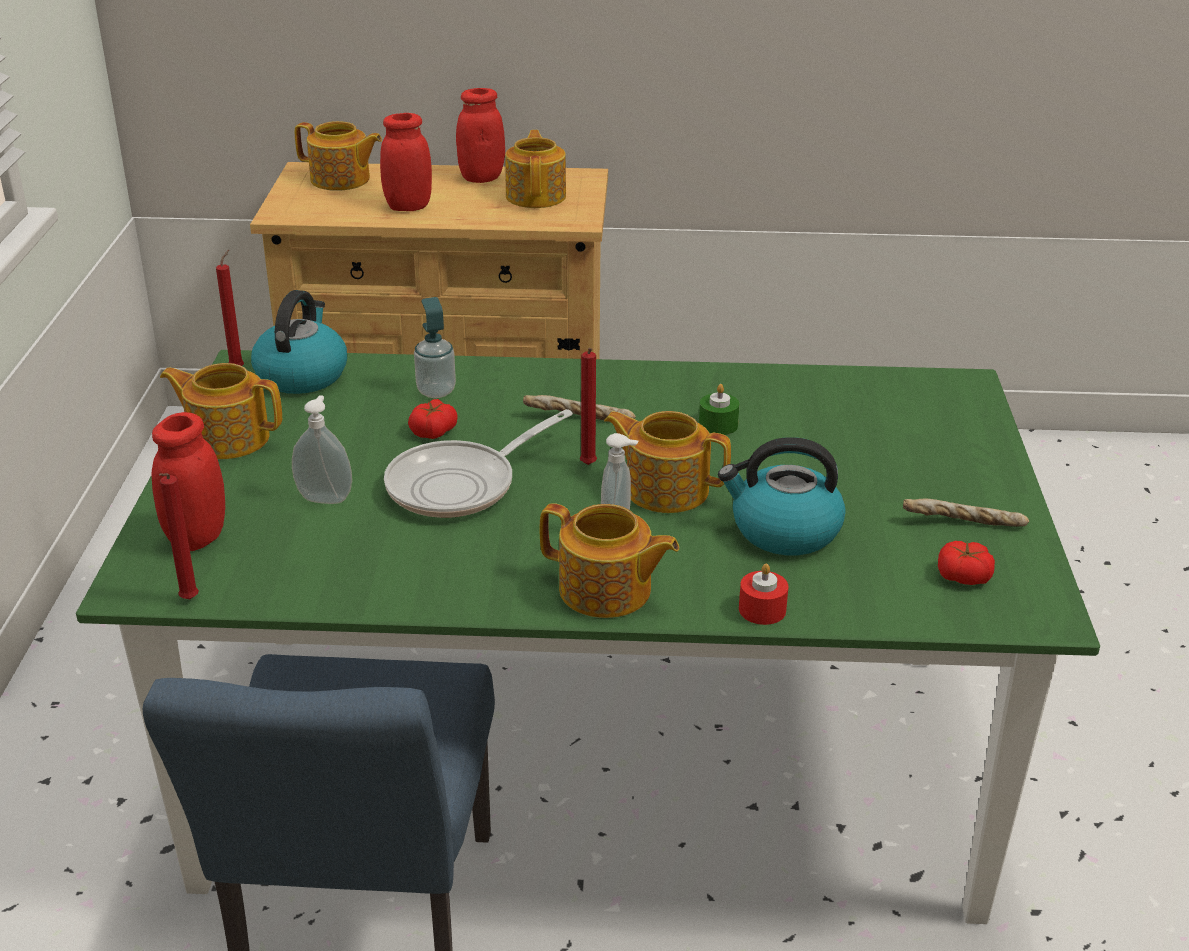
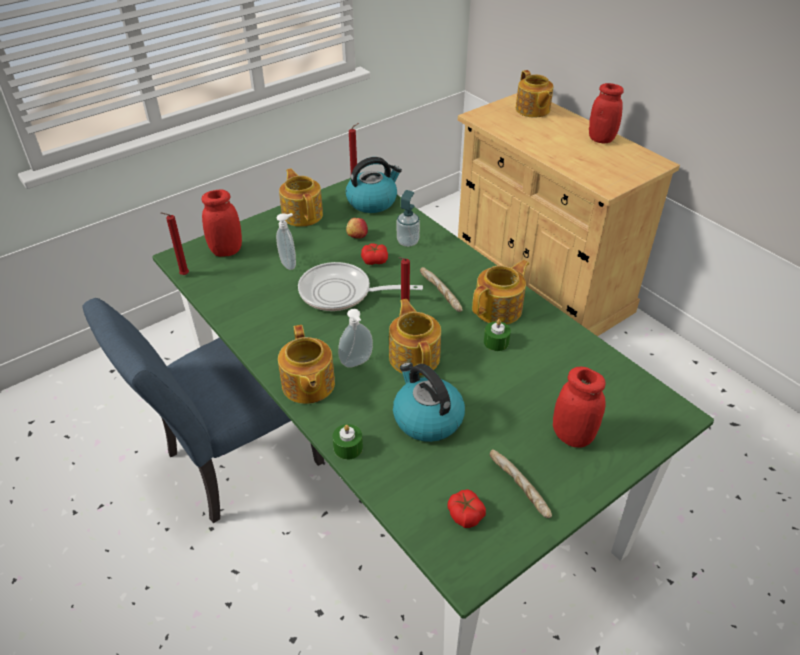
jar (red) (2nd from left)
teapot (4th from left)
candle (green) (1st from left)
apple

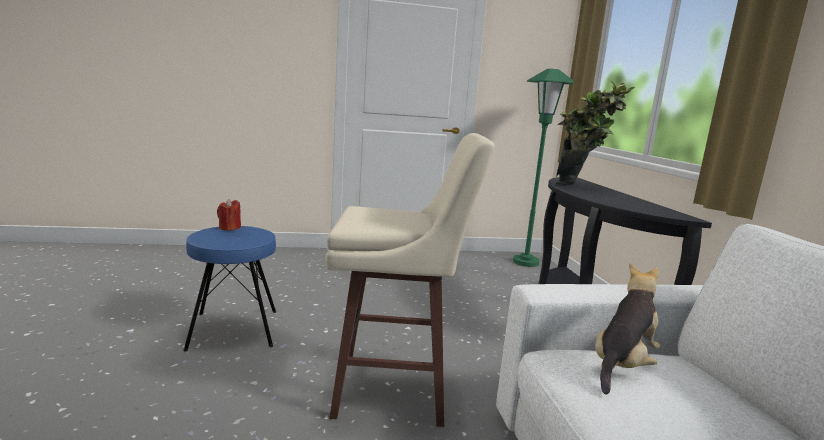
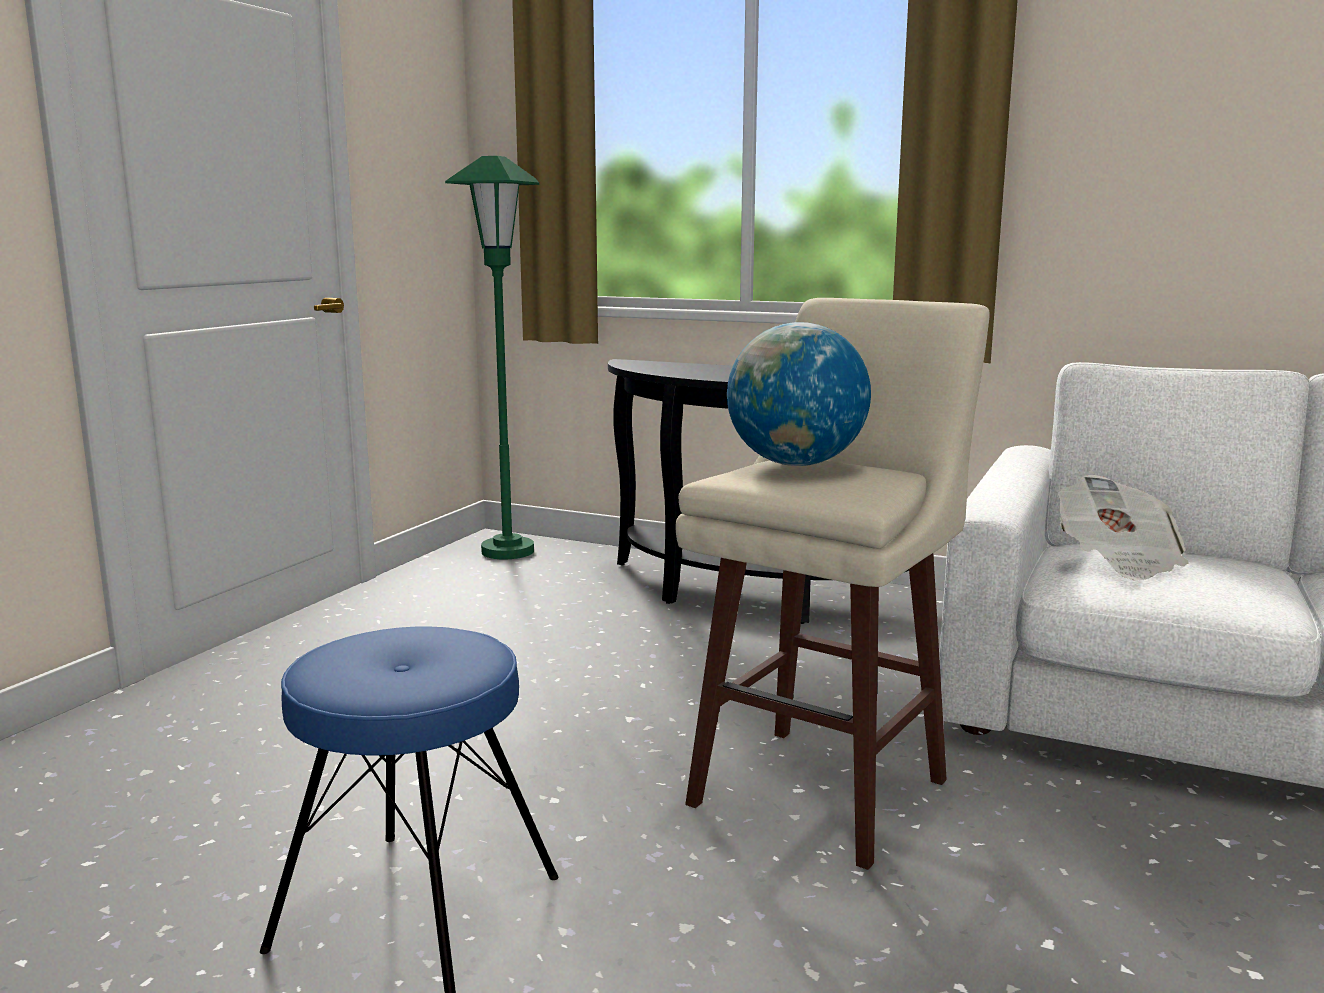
candle (red)
potted plant
newspaper
globe

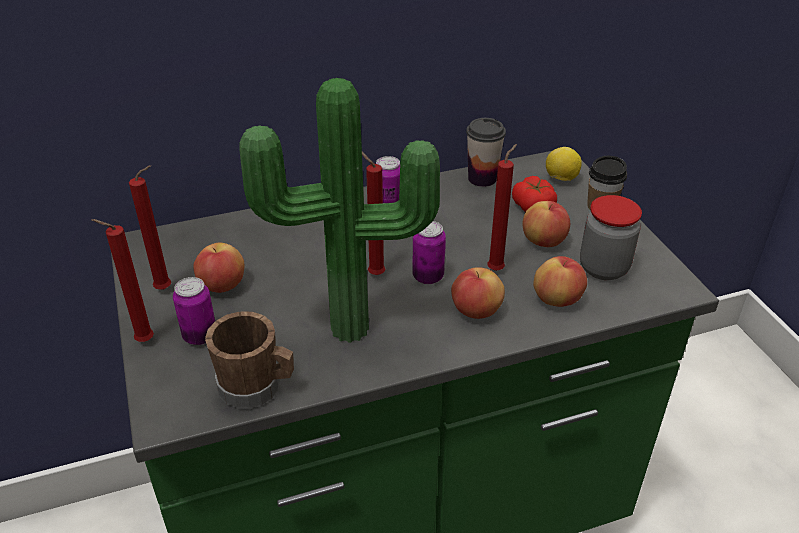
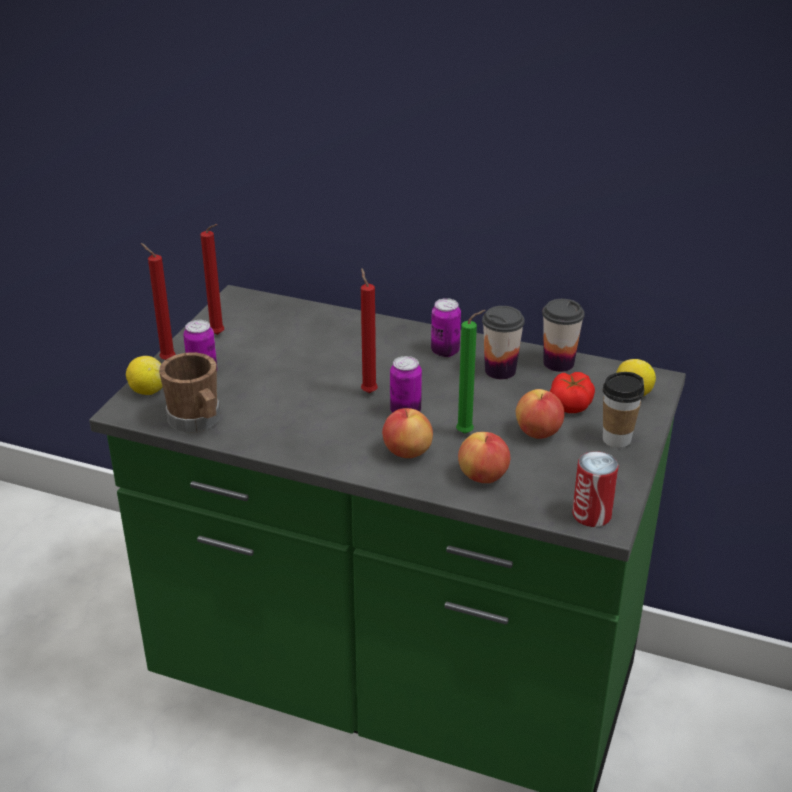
apple (1st from left in the first image)
potted plant
candle (green)
jar
lemon (1st from left)
cup (1st from left)
can (4th from left)

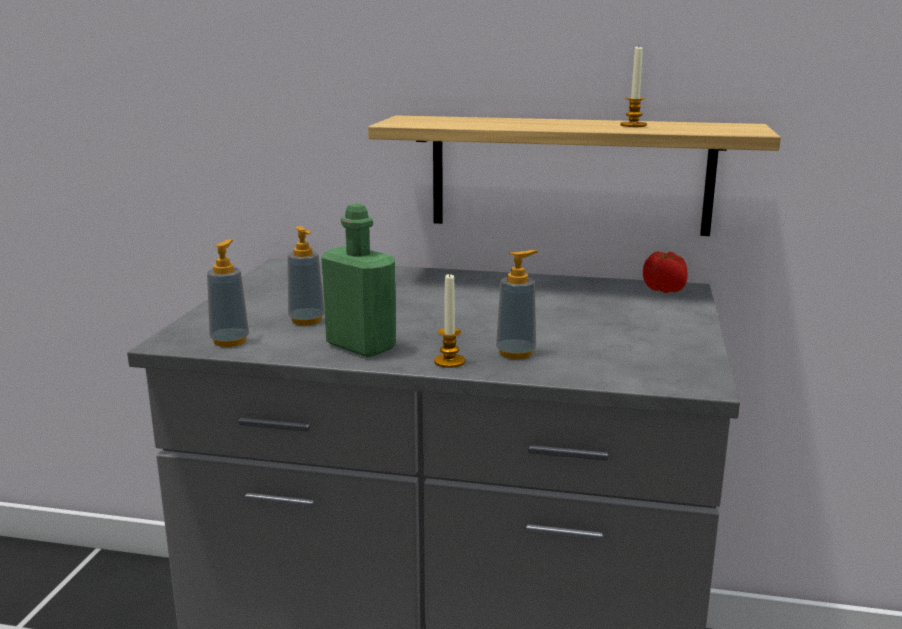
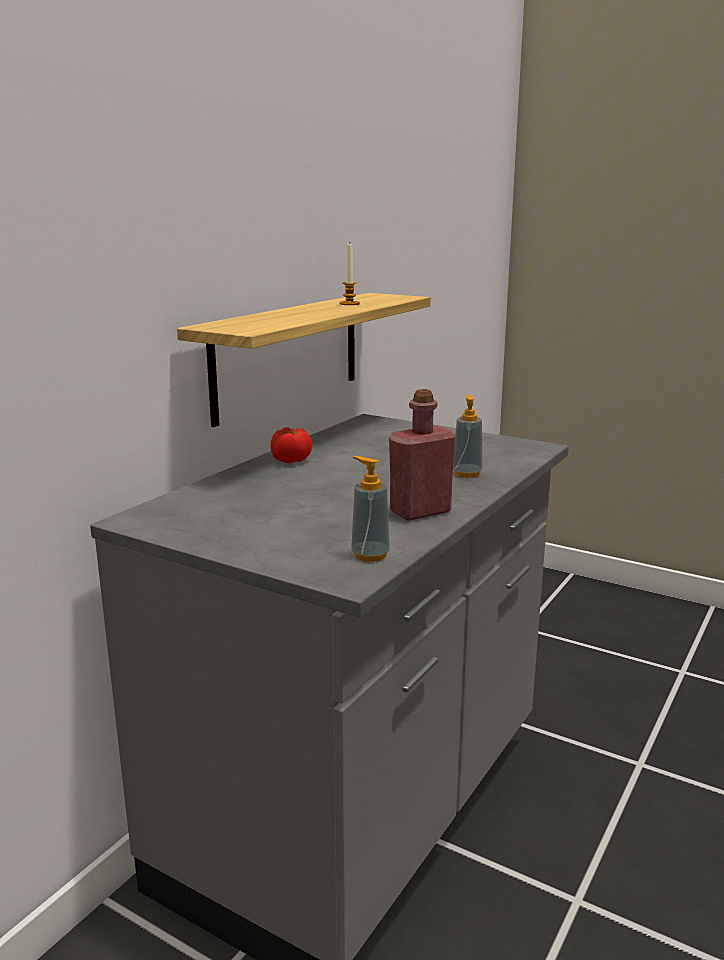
soap dispenser (2nd from left in the first image)
bottle (red)
candle (1st from left in the first image)
tomato

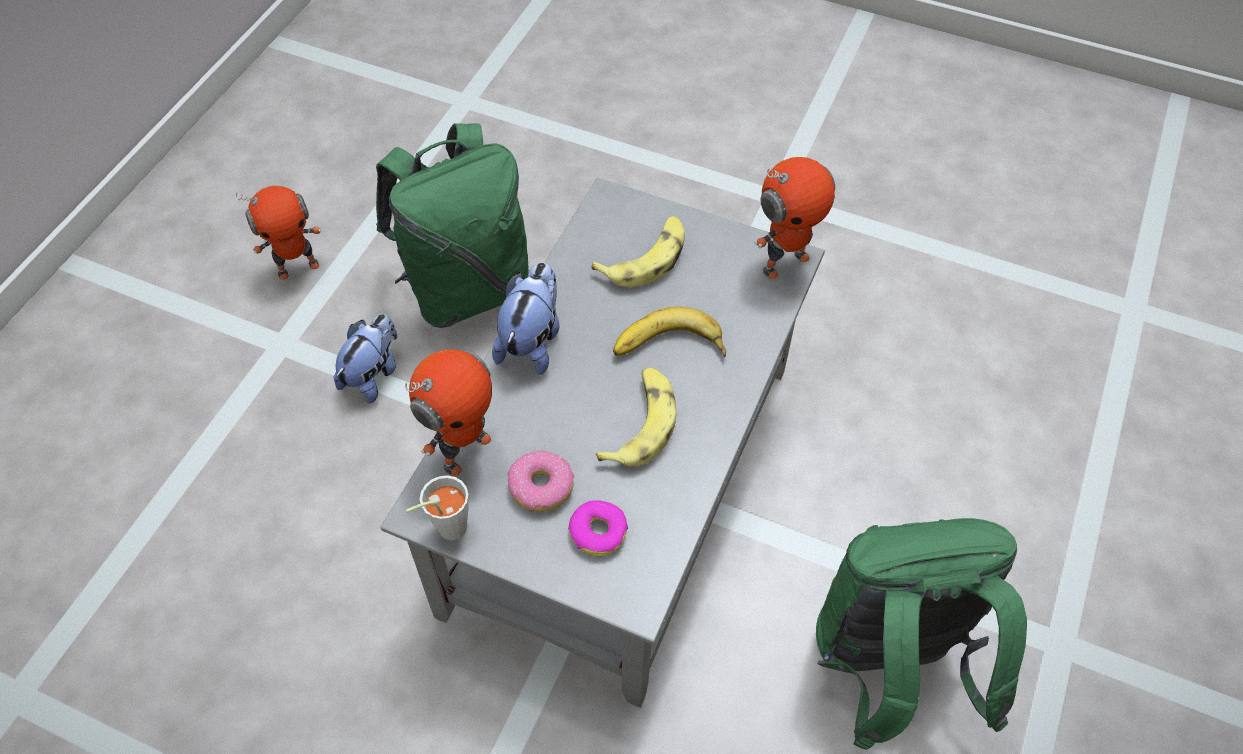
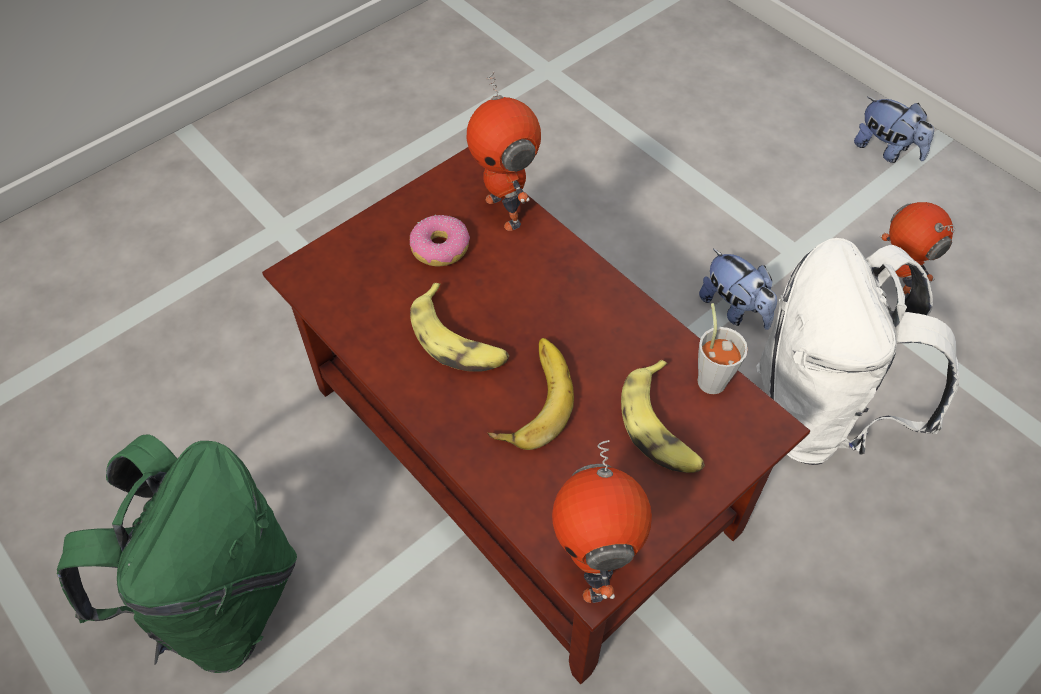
toy robot (3rd from left)
backpack (white)
coffee table (brown)
cup (grey)
plush toy (2nd from left)
donut (2nd from left in the first image)

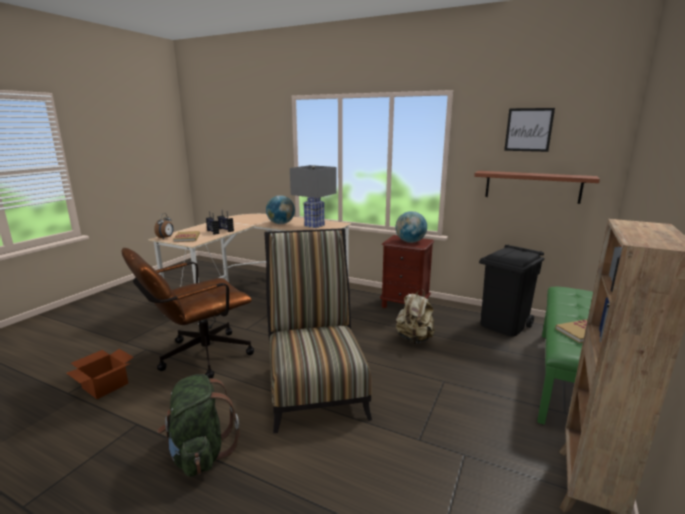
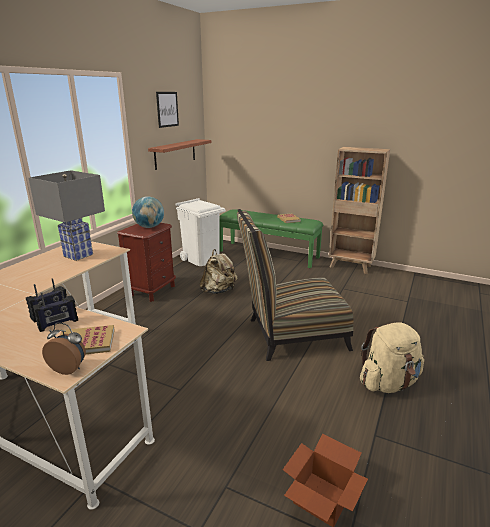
office chair (brown)
backpack (beige) (2nd from left)
globe (1st from left in the first image)
trash can (white)

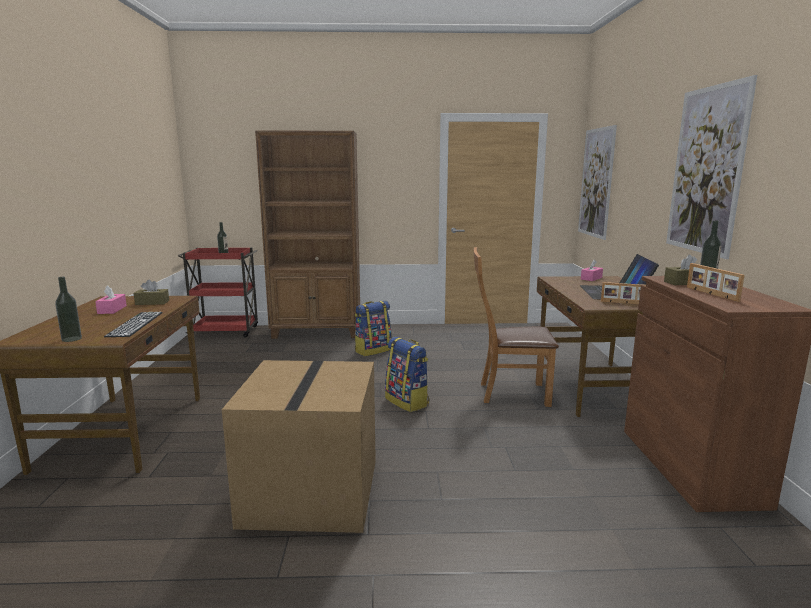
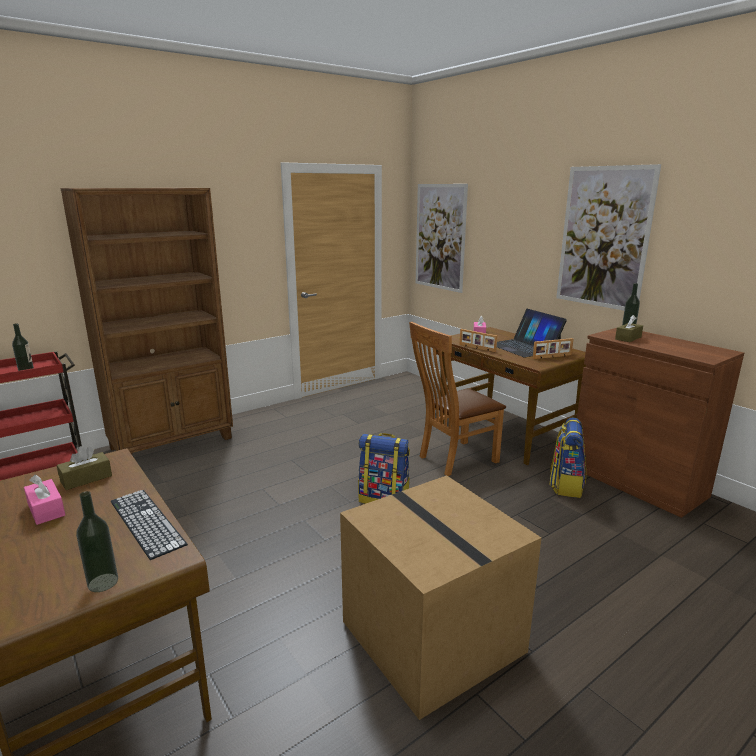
backpack (2nd from left)
picture frame (1st from left)

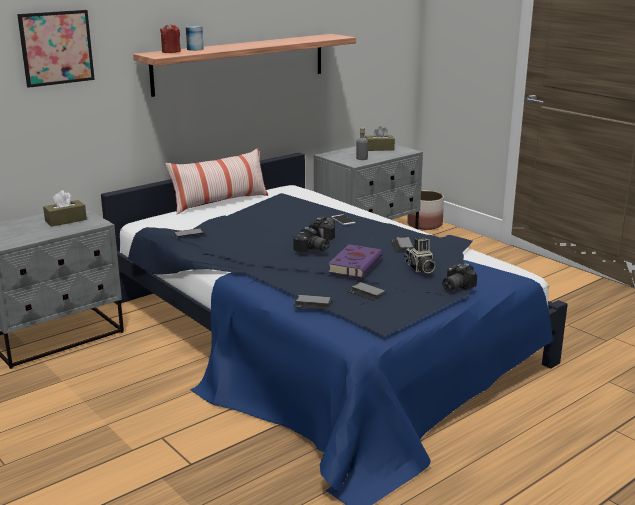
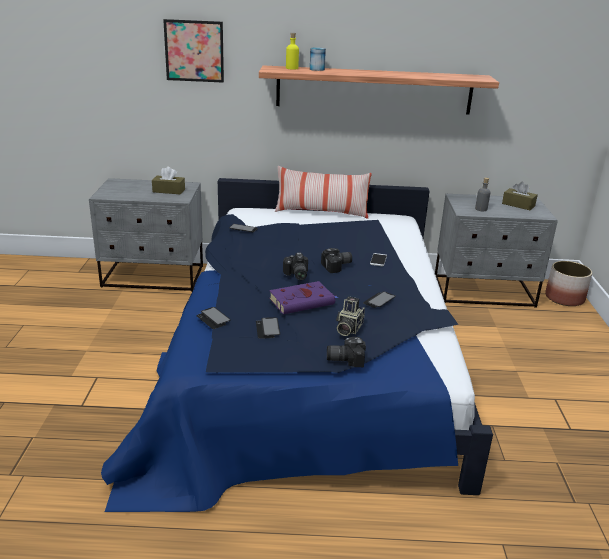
bottle (yellow)

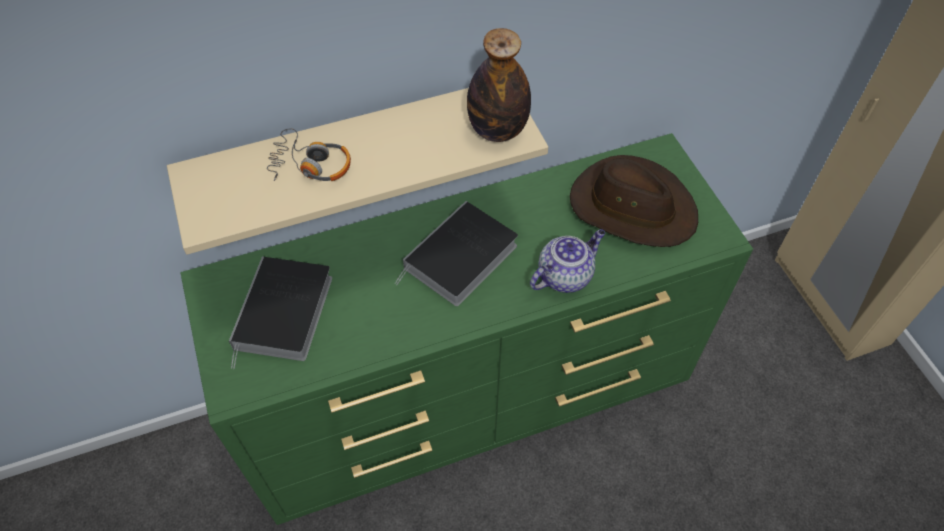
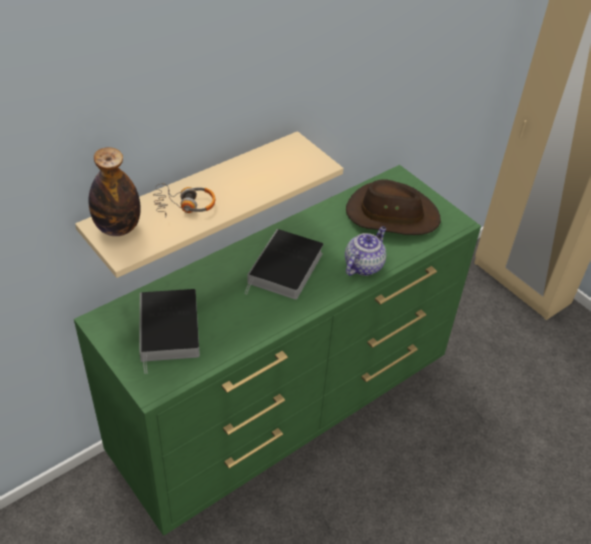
bottle

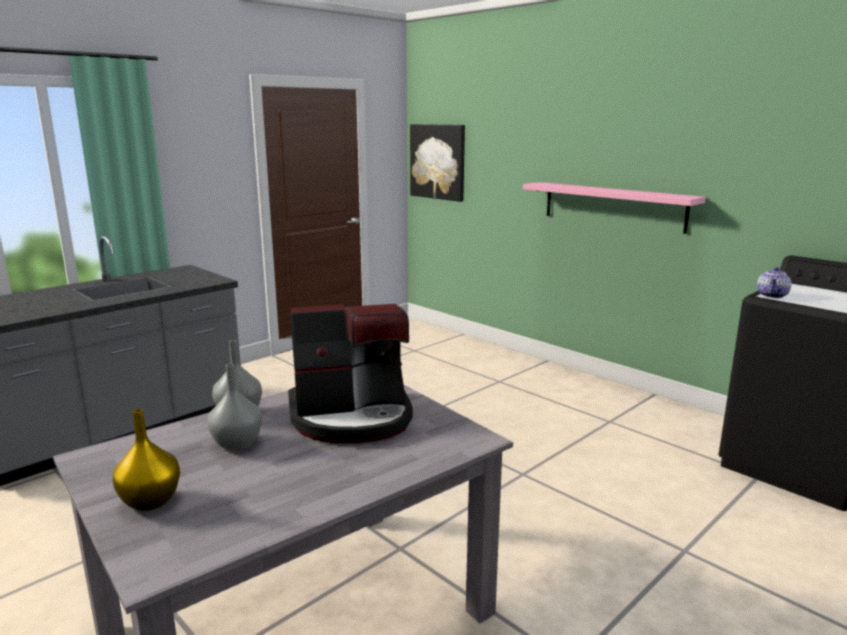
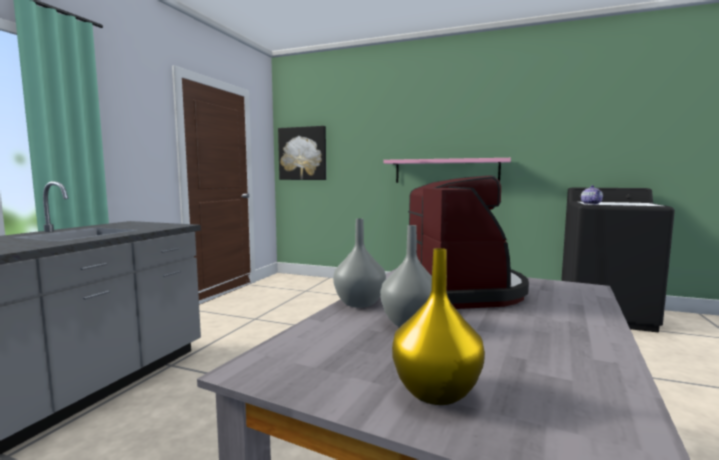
coffee machine

